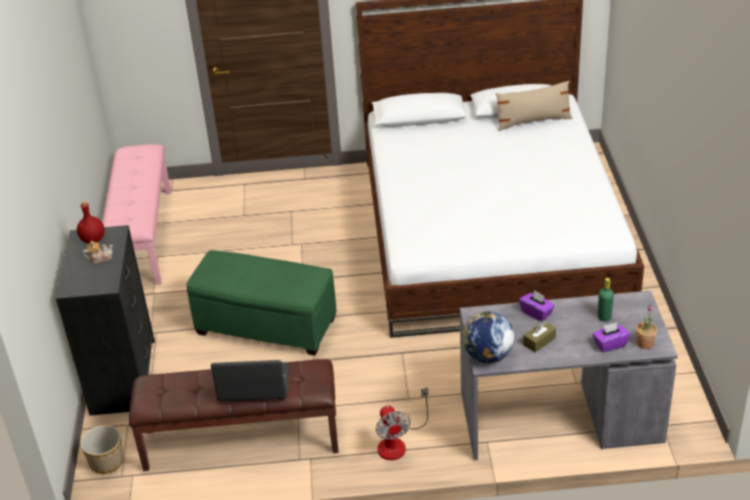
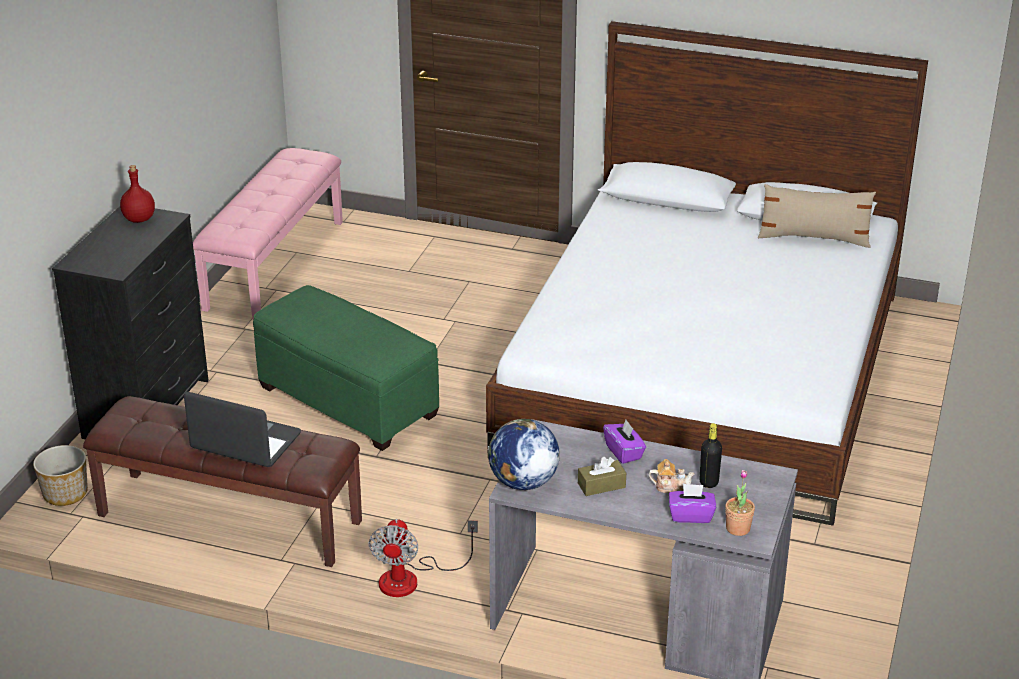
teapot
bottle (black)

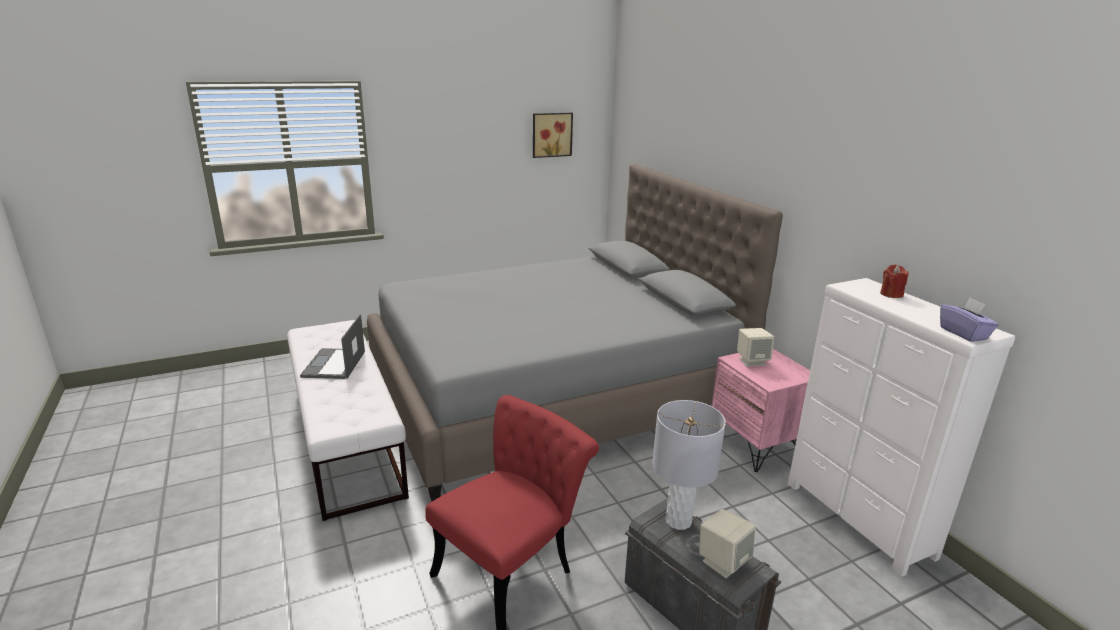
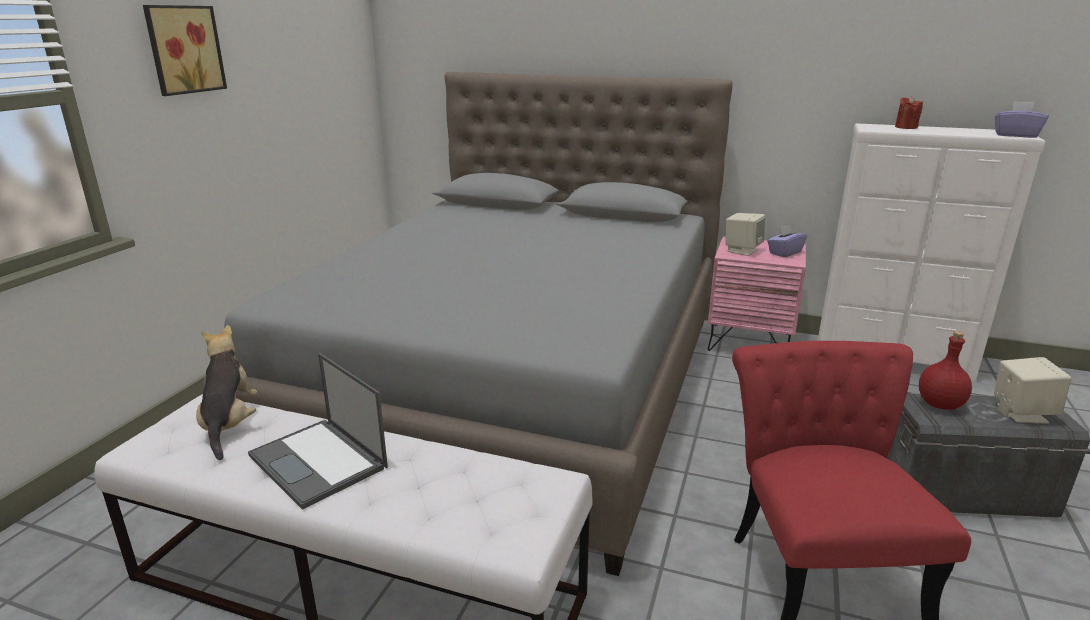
picture
bottle (red)
plush toy
tissue box (purple) (1st from left)

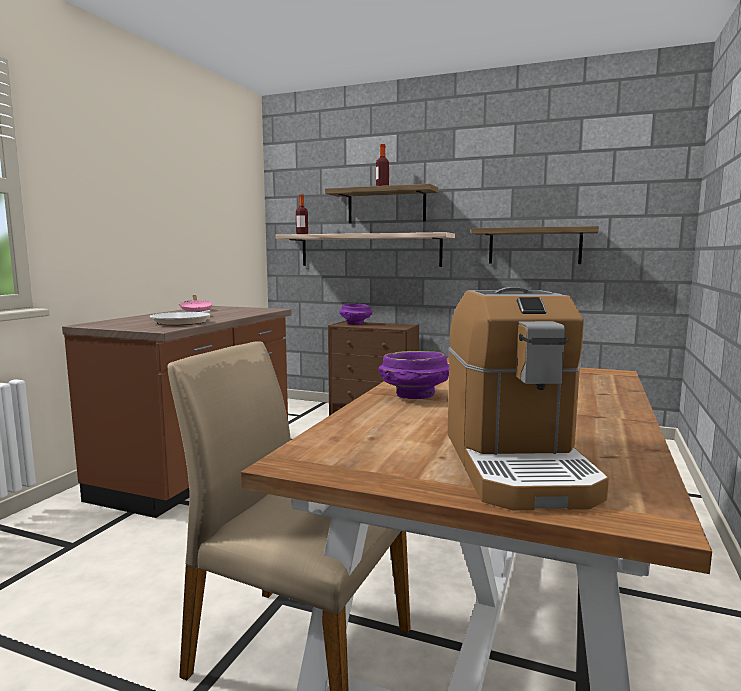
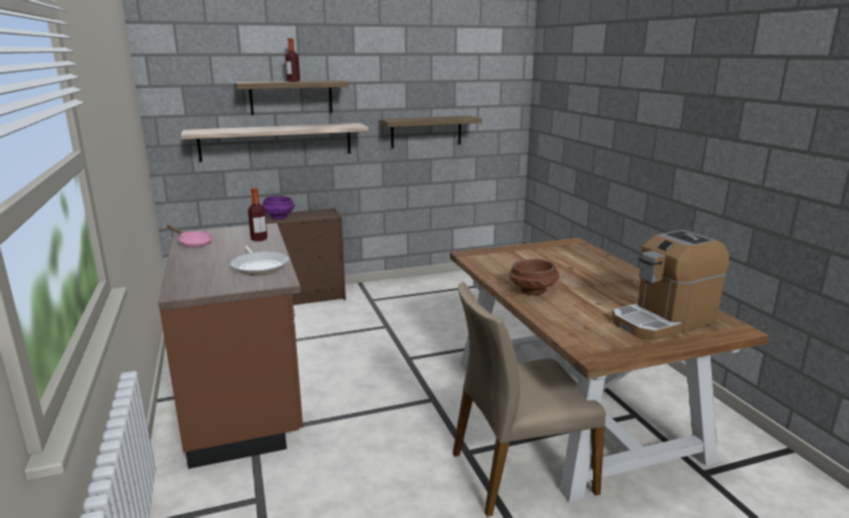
bottle (1st from left)
bowl (brown)
coffee machine

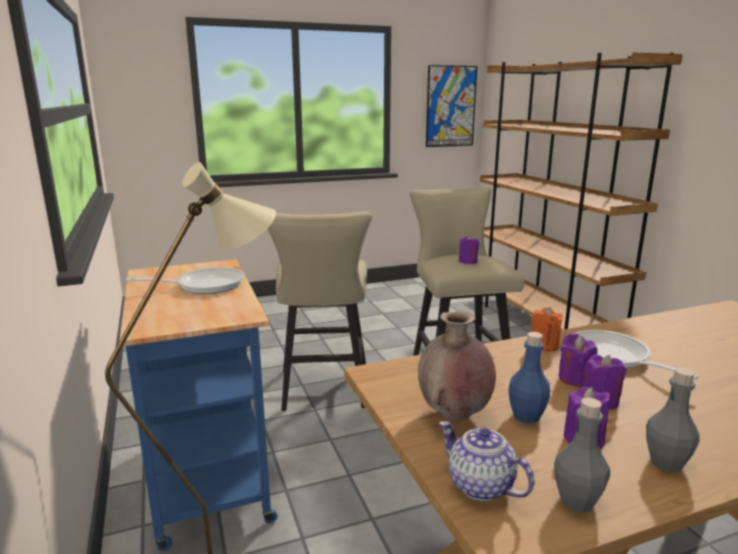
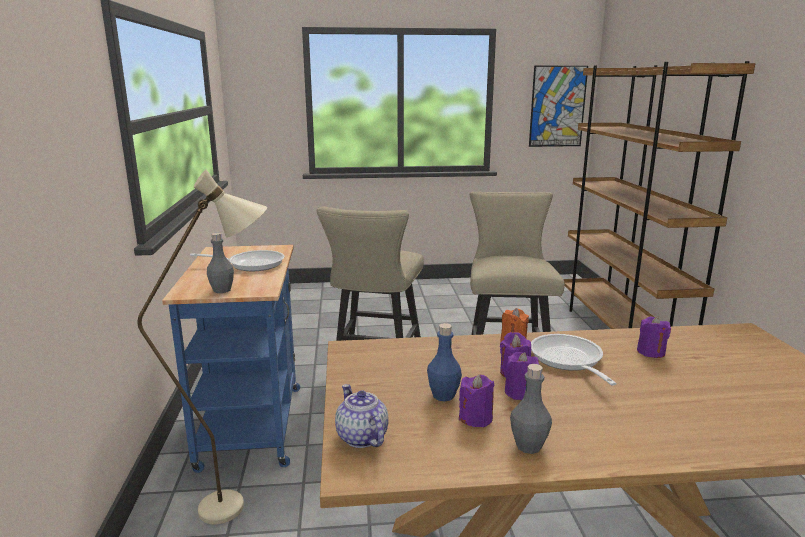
vase (brown)
candle (purple) (4th from left)
bottle (grey) (1st from left)

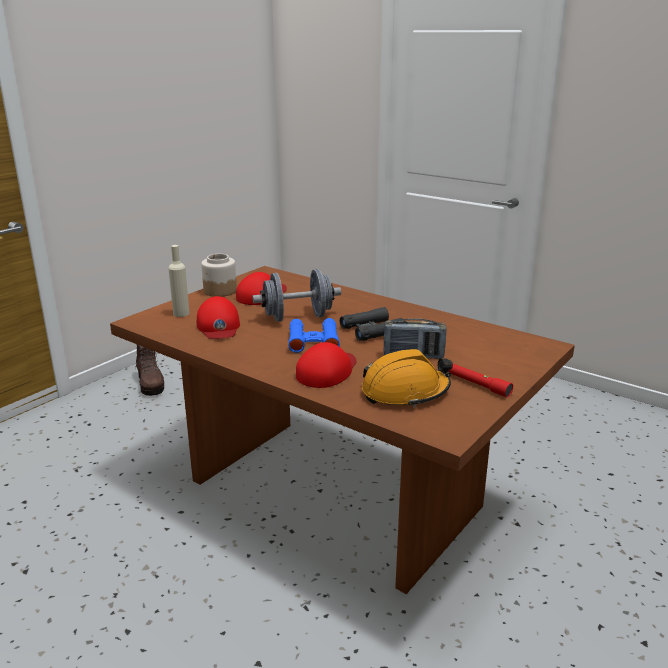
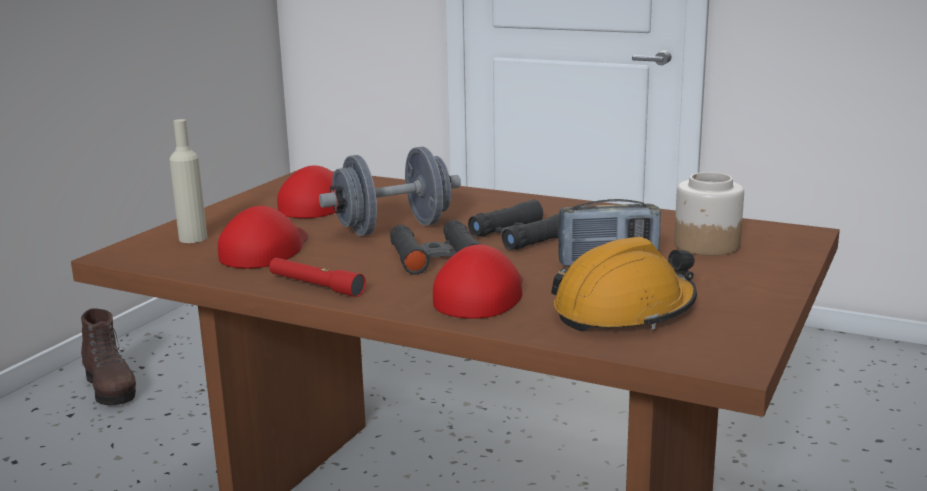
cap (red) (1st from left)
jar
binoculars (black) (1st from left)
flashlight (red)

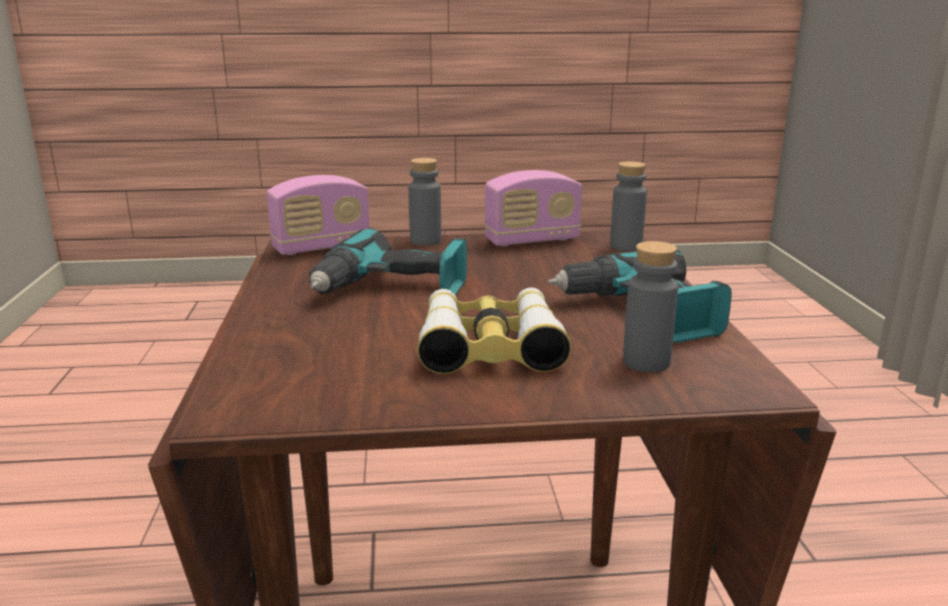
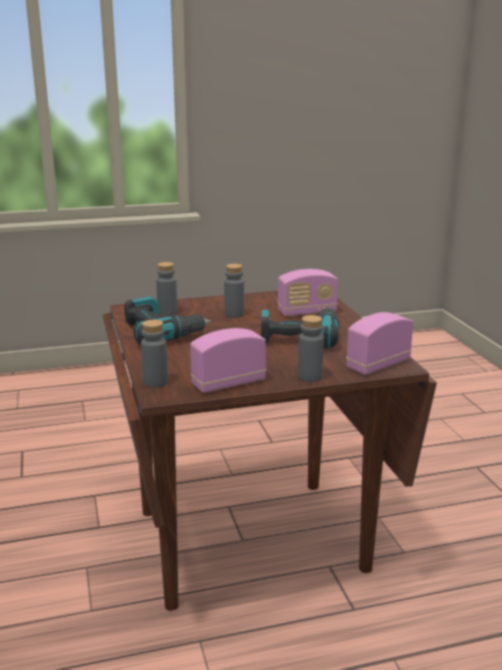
bottle (grey) (3rd from left)
radio (2nd from left)

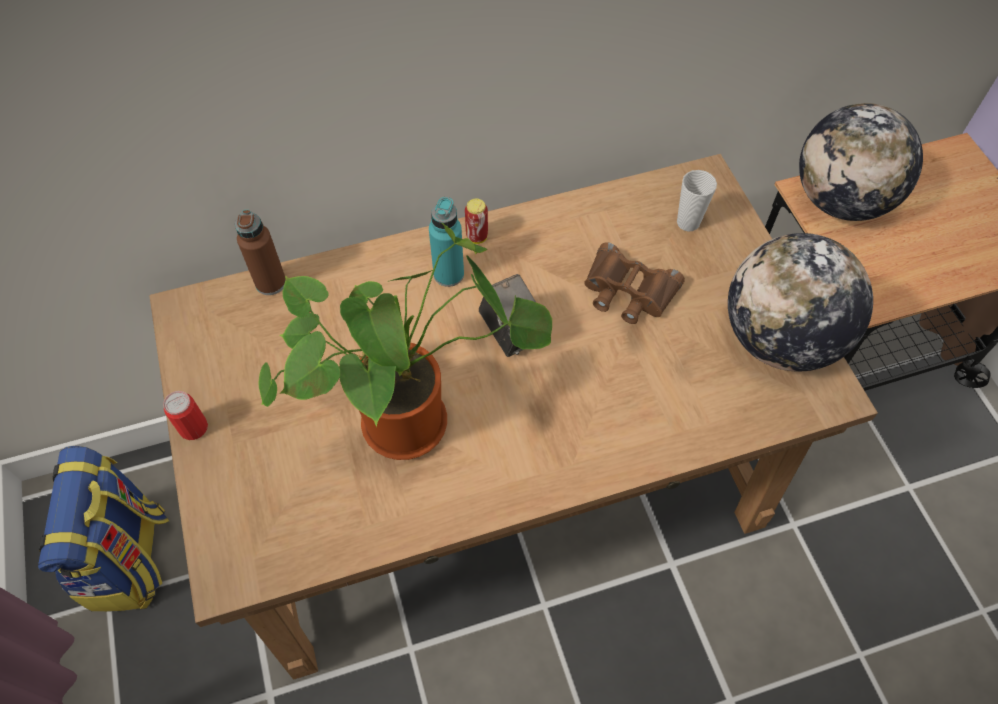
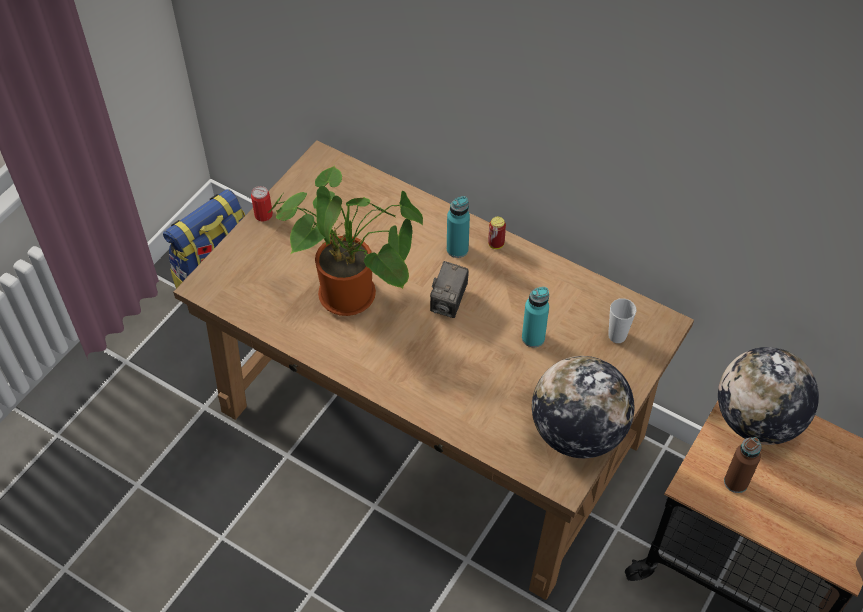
bottle (brown)
bottle (turquoise) (2nd from left)

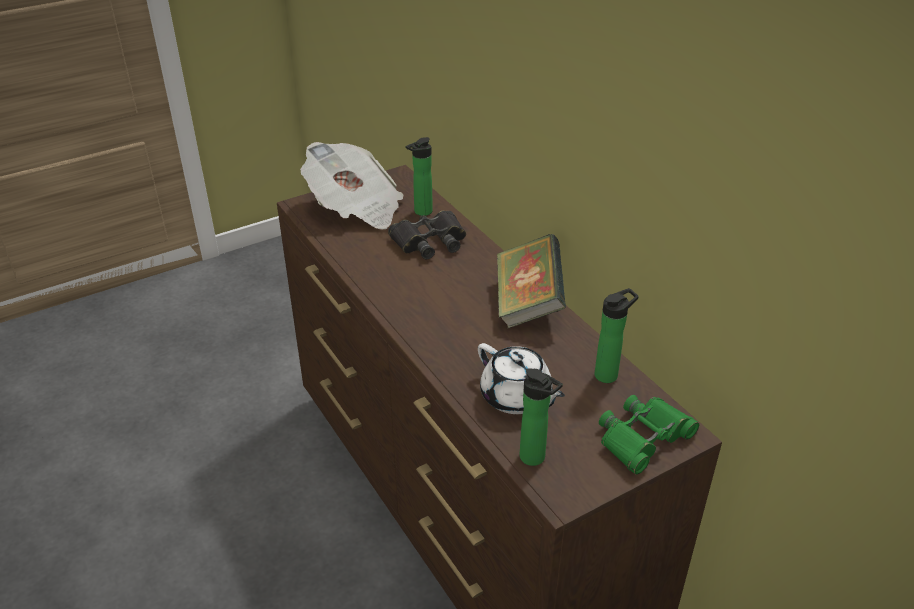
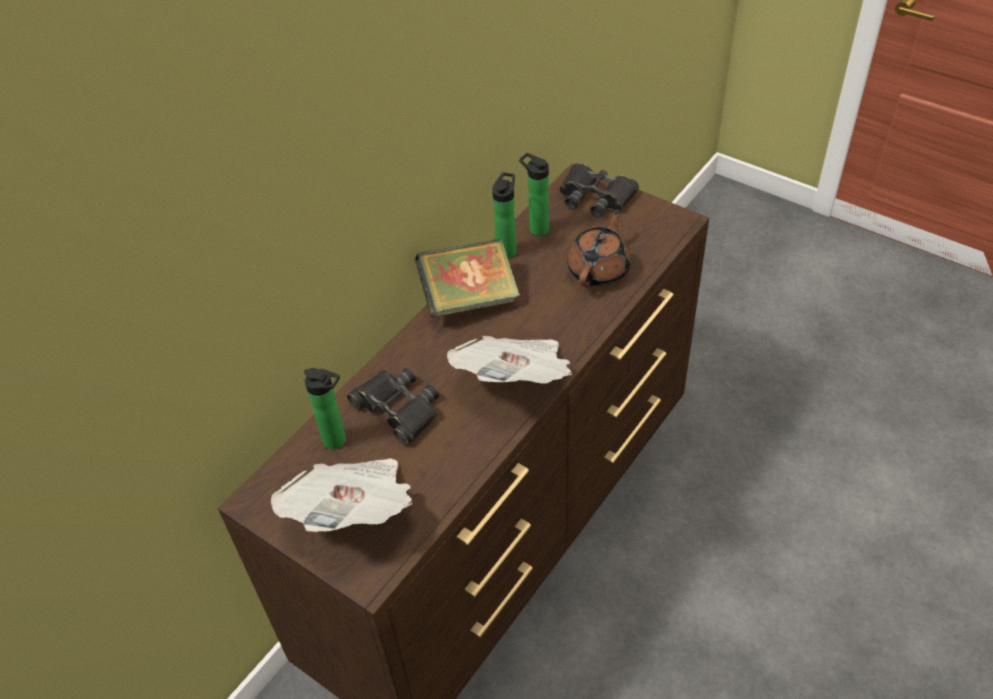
teapot (brown)
bottle (2nd from left)
binoculars (black) (2nd from left)
newspaper (2nd from left)

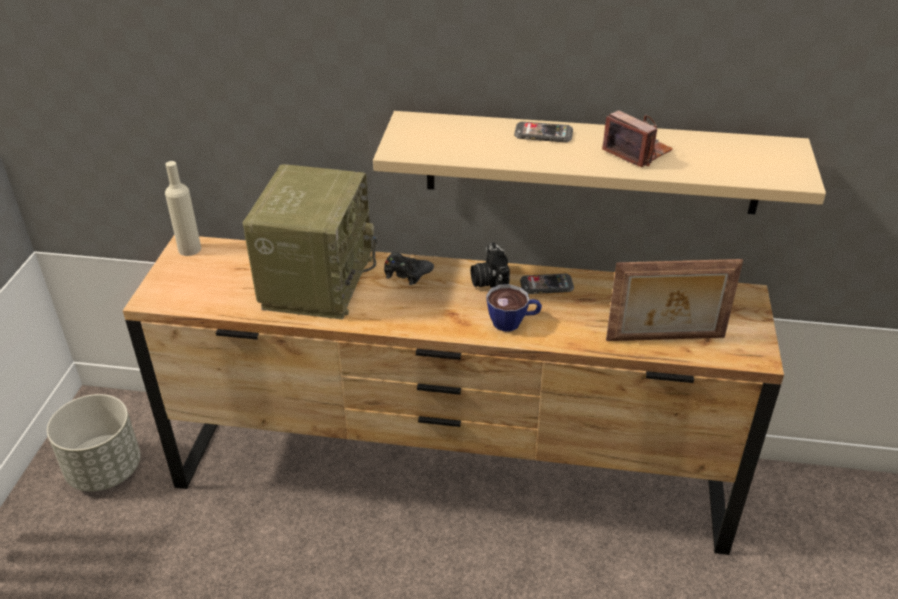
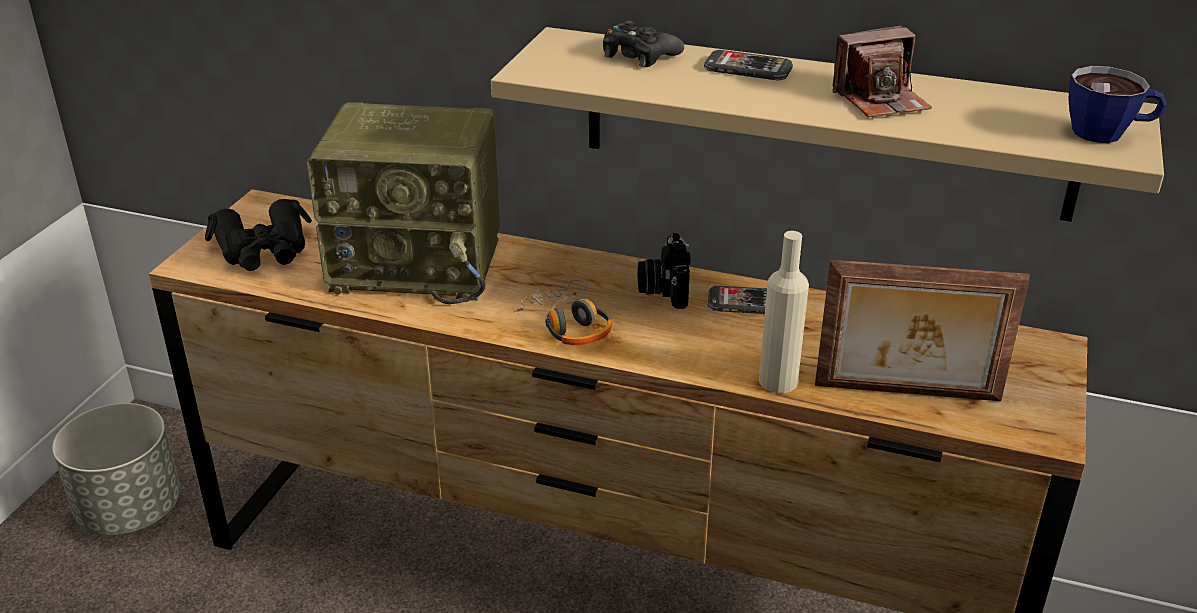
bottle (beige)
radio
game controller (black)
cup
photo camera (2nd from left)
binoculars (black)
headphones

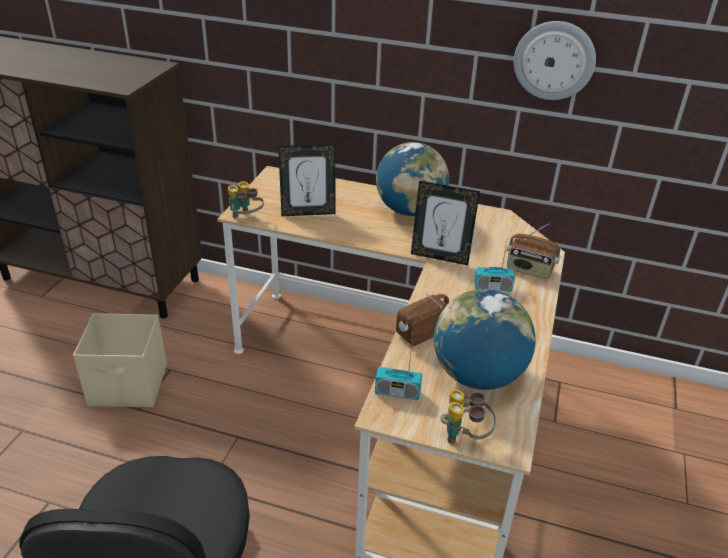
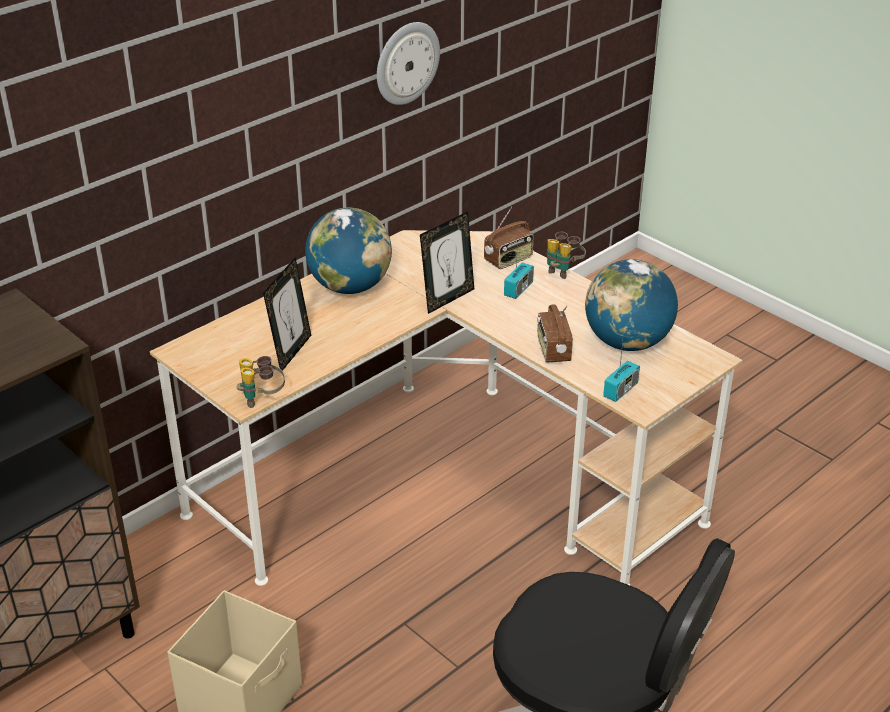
binoculars (2nd from left)

